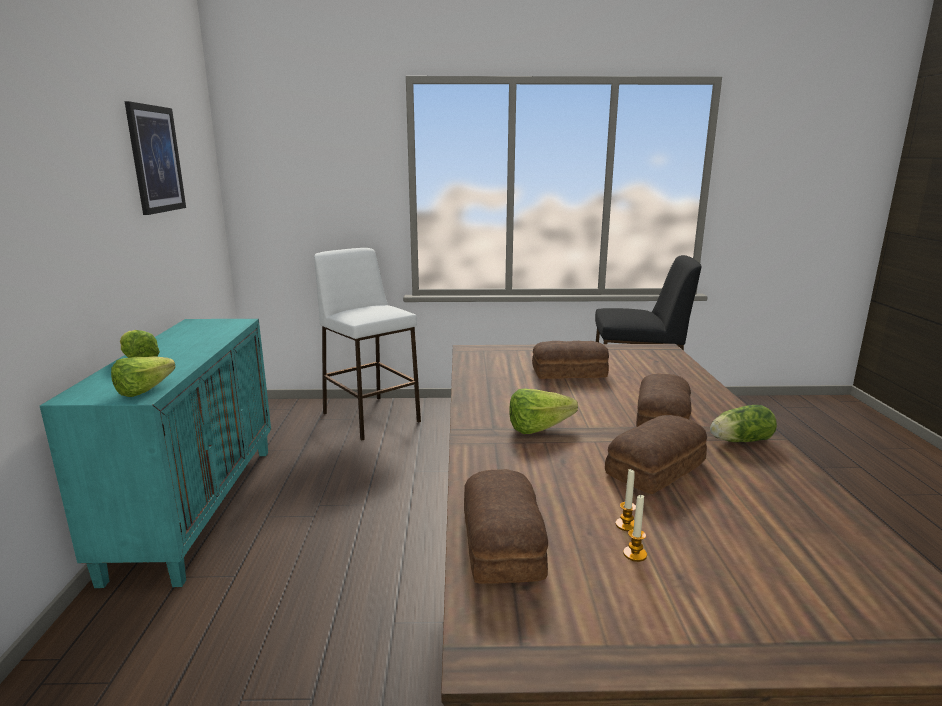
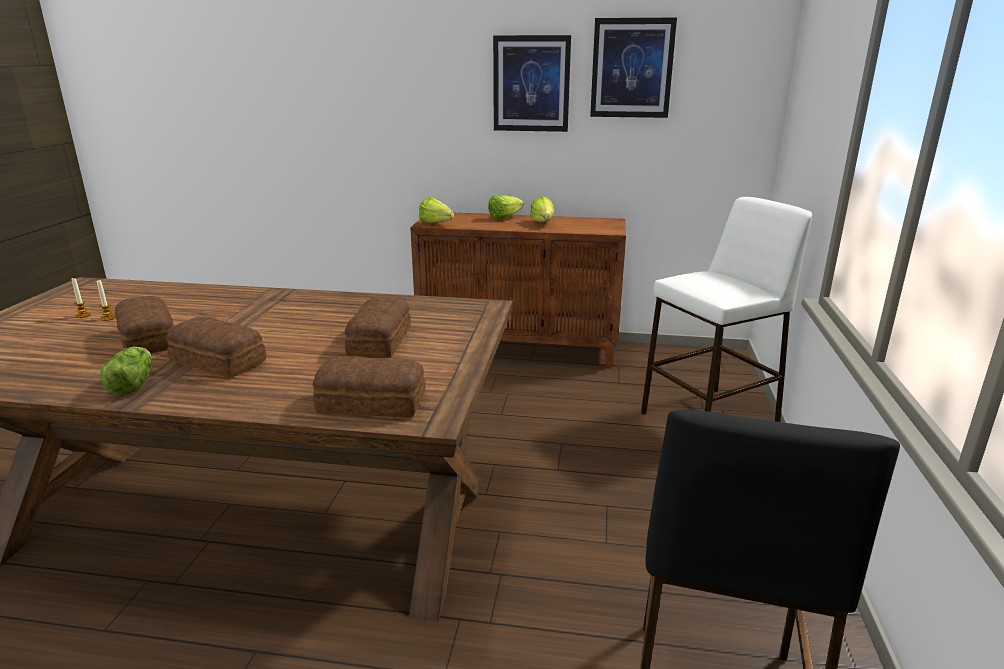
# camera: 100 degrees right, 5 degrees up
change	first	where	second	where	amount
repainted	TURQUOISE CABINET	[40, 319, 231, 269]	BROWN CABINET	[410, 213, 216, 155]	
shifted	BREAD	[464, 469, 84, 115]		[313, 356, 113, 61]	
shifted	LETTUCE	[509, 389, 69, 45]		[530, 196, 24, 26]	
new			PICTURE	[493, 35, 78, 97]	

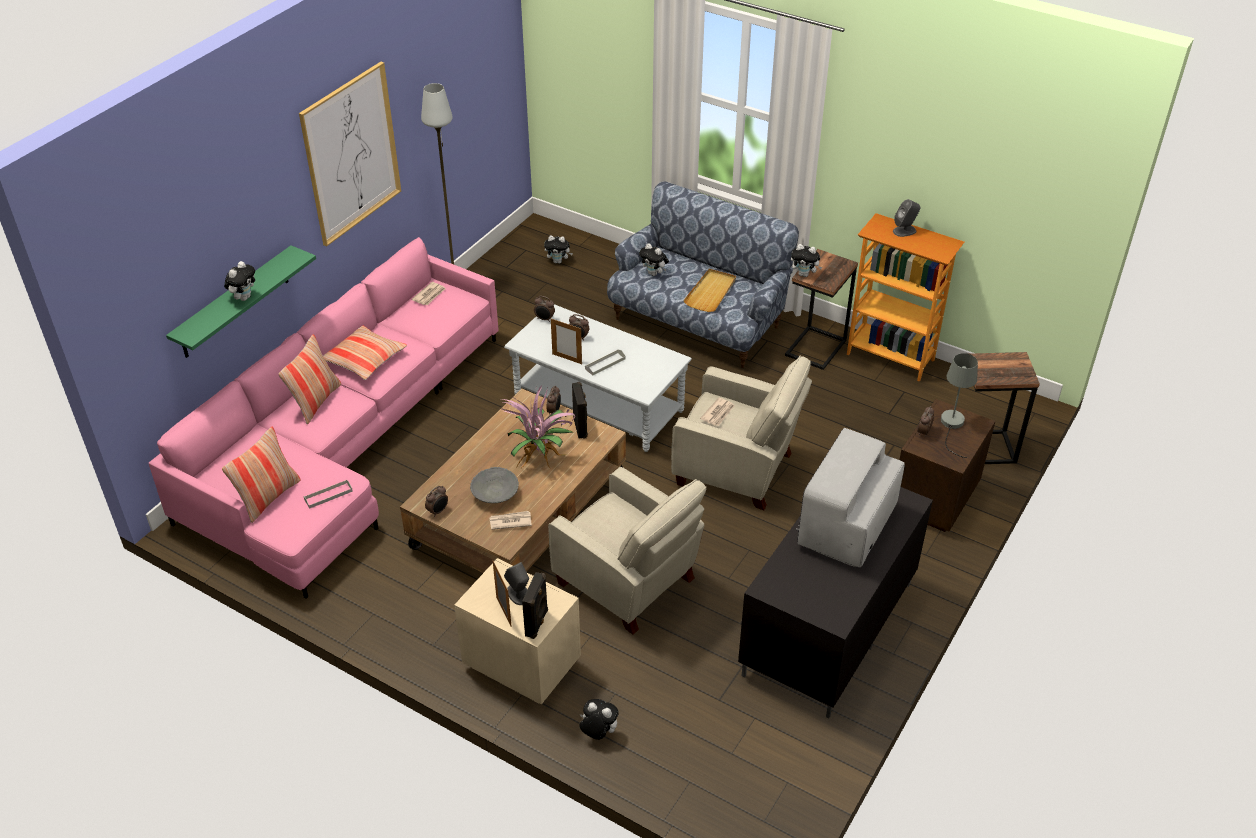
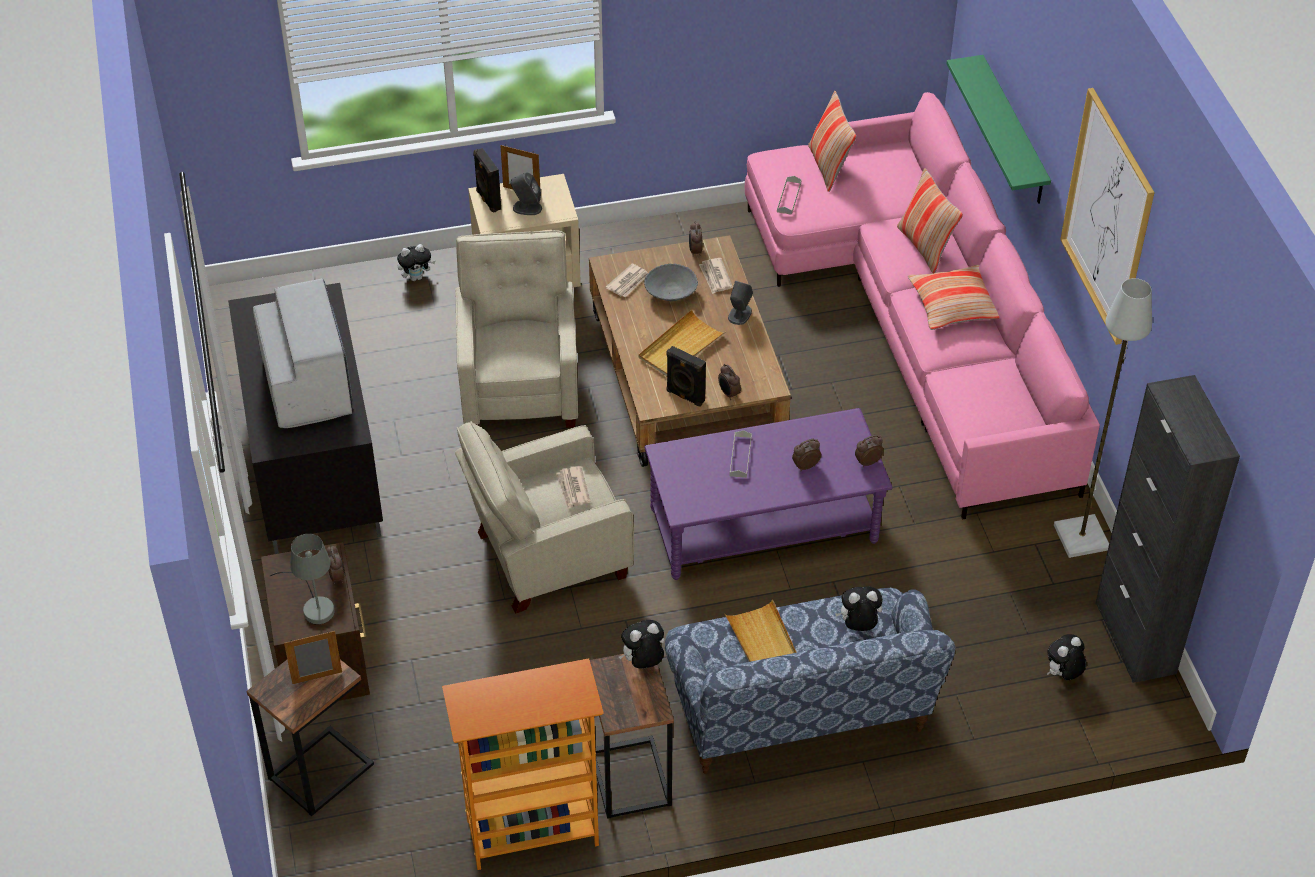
# camera: 135 degrees right, 5 degrees up
change	first	where	second	where	amount
gone	PLUSH TOY	[224, 261, 31, 40]			
shifted	NEWSPAPER	[412, 282, 34, 23]		[699, 258, 34, 36]	
swapped	POTTED PLANT	[500, 384, 75, 85]	BEIGE TRAY	[639, 310, 87, 66]	
repainted	GREY COFFEE TABLE	[504, 304, 188, 148]	PURPLE COFFEE TABLE	[644, 408, 249, 172]	
rotated	BEIGE ARMCHAIR	[548, 467, 159, 168]		[455, 230, 123, 198]	90 degrees clockwise
shifted	PICTURE FRAME	[551, 319, 31, 45]		[284, 631, 58, 53]	
shifted	GREY SPEAKER	[893, 199, 28, 38]		[728, 281, 25, 44]	
new			BLACK CABINET	[1095, 375, 145, 308]	

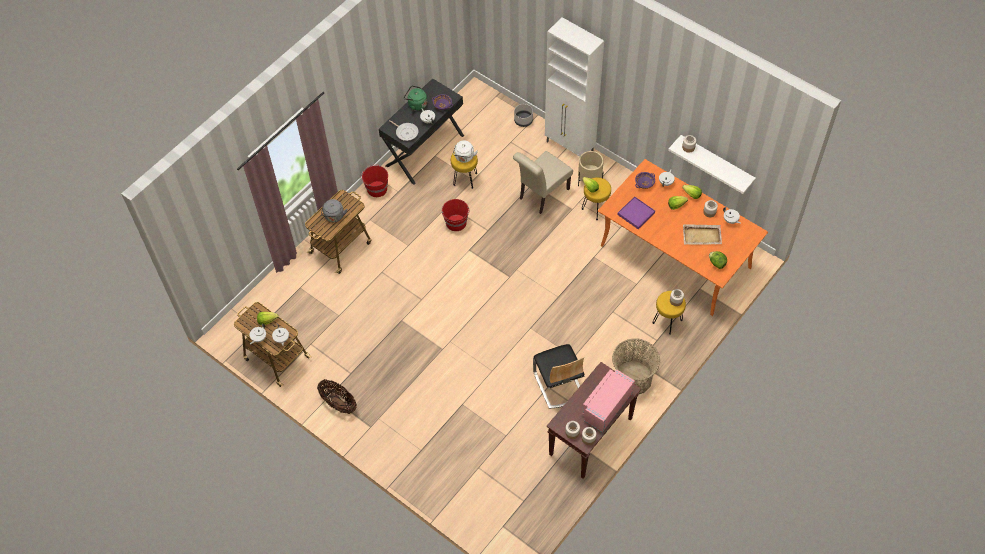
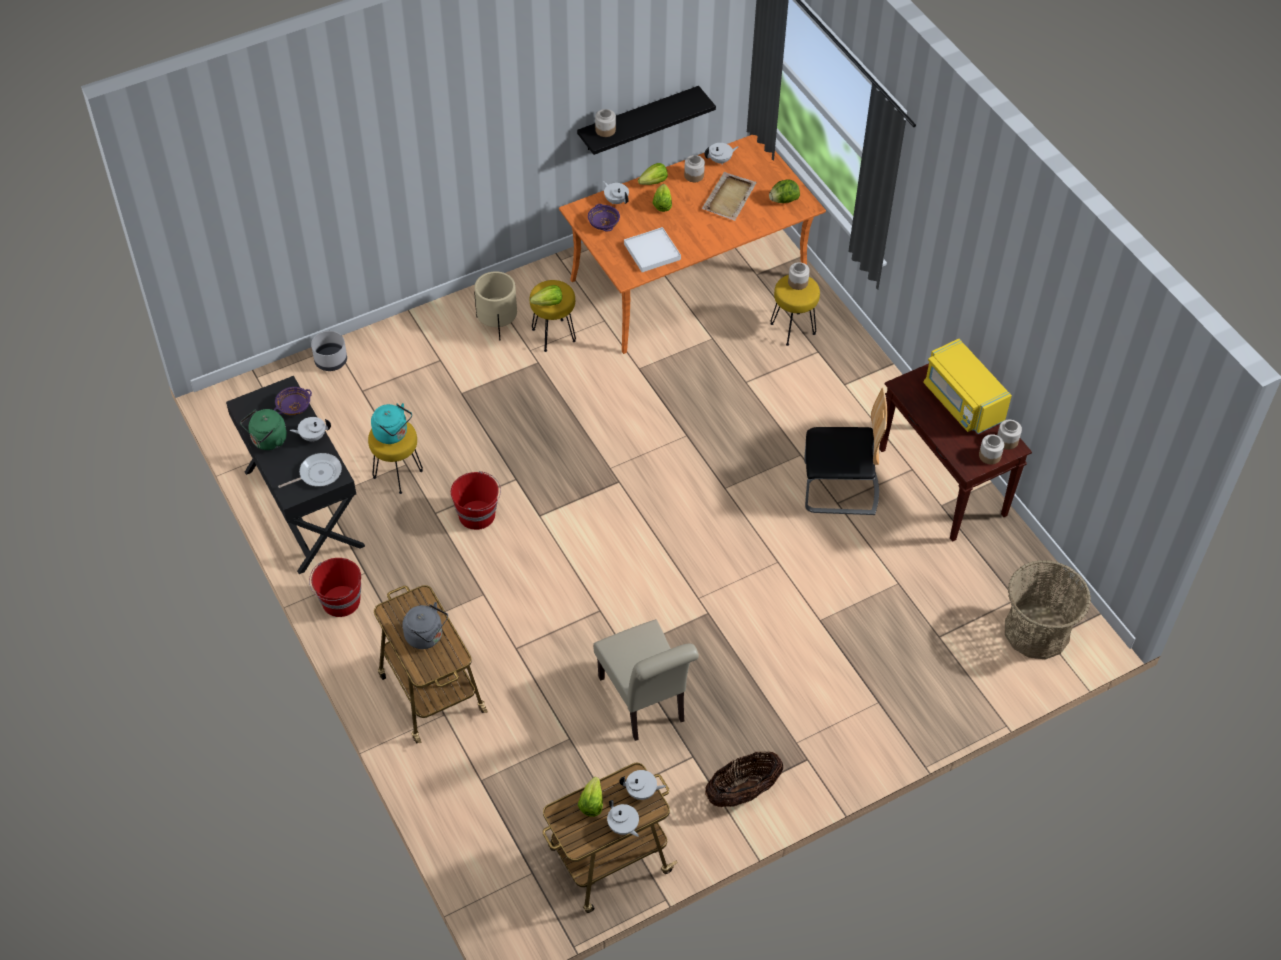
# camera: 70 degrees left, 5 degrees down
change	first	where	second	where	amount
repainted	WHITE KETTLE	[453, 140, 25, 23]	TURQUOISE KETTLE	[371, 403, 41, 41]	
shifted	BEIGE CHAIR	[513, 151, 60, 63]		[593, 619, 106, 122]	
gone	WHITE CABINET	[545, 17, 59, 139]			
repainted	PINK MICROWAVE	[582, 369, 53, 63]	YELLOW MICROWAVE	[923, 339, 89, 95]	
shifted	BASKET	[612, 338, 48, 56]		[1005, 560, 86, 99]	
repainted	PURPLE TRAY	[618, 196, 37, 33]	WHITE TRAY	[624, 227, 57, 45]	
repainted	WHITE SHELF	[668, 135, 88, 59]	BLACK SHELF	[577, 86, 139, 69]	

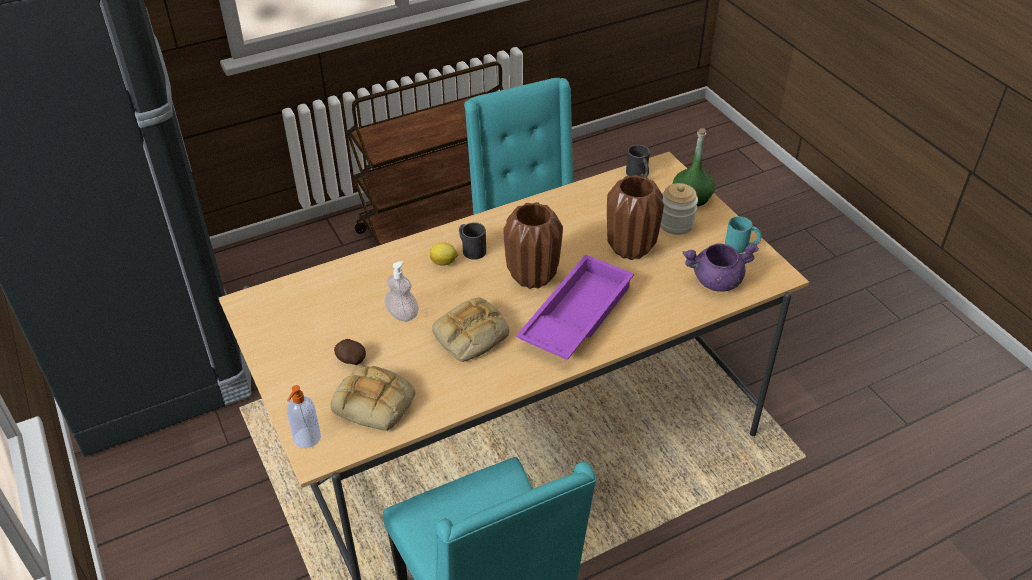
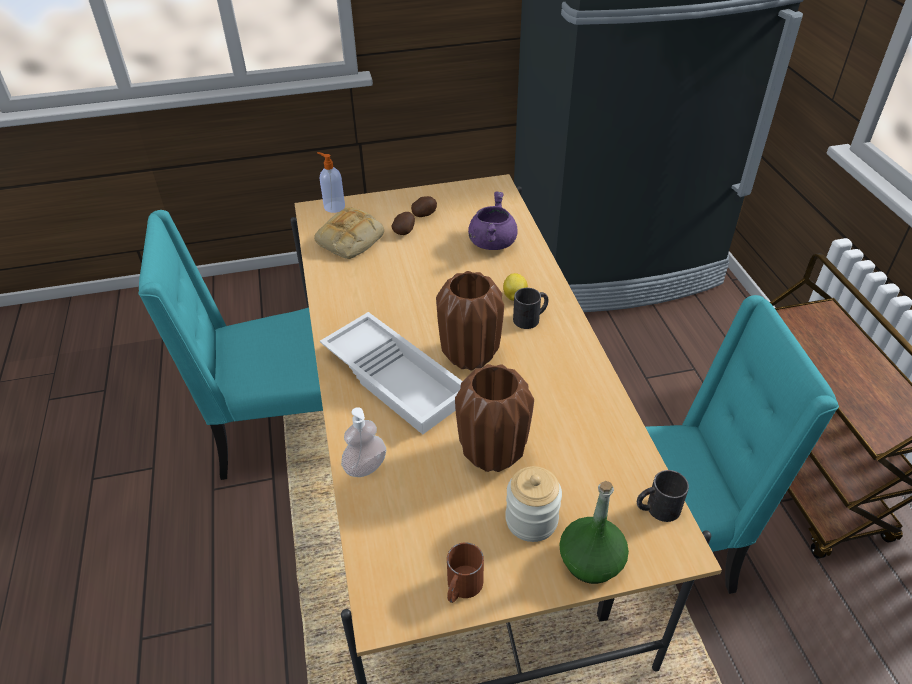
# camera: 105 degrees right, 0 degrees up
change	first	where	second	where	amount
shifted	SOAP DISPENSER	[384, 261, 35, 60]		[341, 407, 45, 70]	
gone	BREAD	[432, 298, 78, 64]			
repainted	PURPLE TRAY	[516, 254, 118, 106]	WHITE TRAY	[320, 312, 143, 123]	
shifted	PURPLE COOKING POT	[683, 243, 76, 49]		[468, 191, 50, 59]	
repainted	TURQUOISE MUG	[725, 216, 36, 37]	BROWN MUG	[447, 542, 37, 61]	
new			POTATO	[411, 196, 26, 21]	

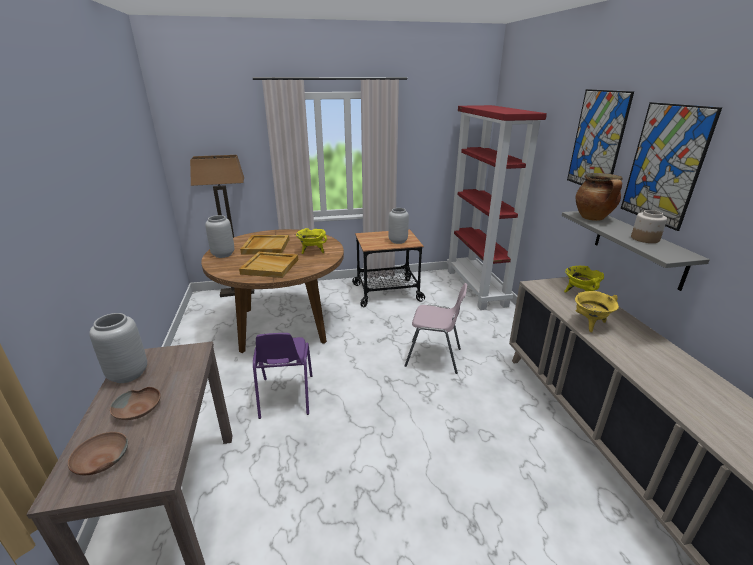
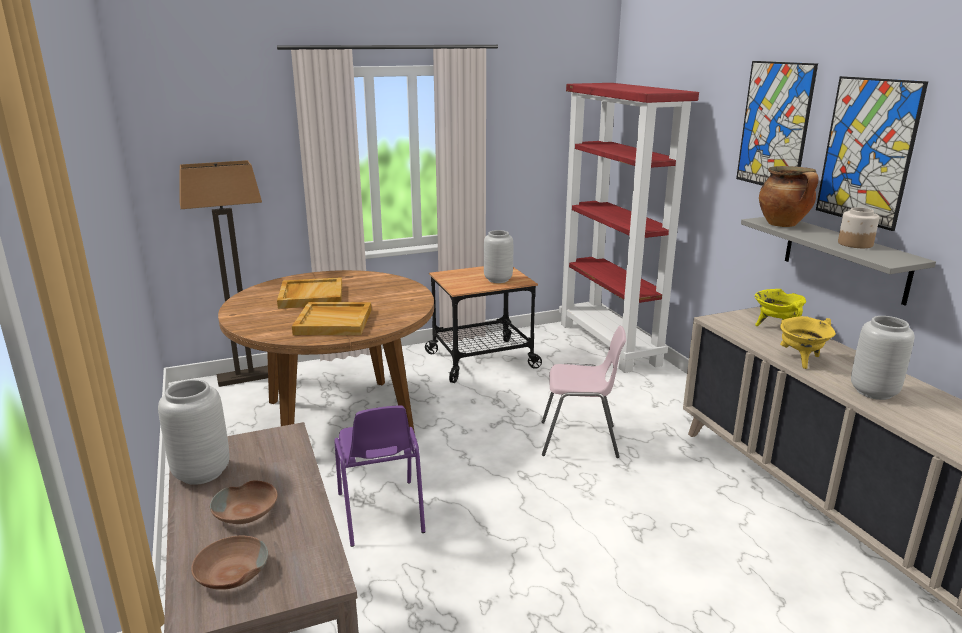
# camera: 10 degrees left, 5 degrees down
change	first	where	second	where	amount
shifted	GREY VASE	[205, 215, 29, 43]		[851, 316, 64, 84]	
gone	YELLOW COOKING POT	[296, 228, 31, 26]			

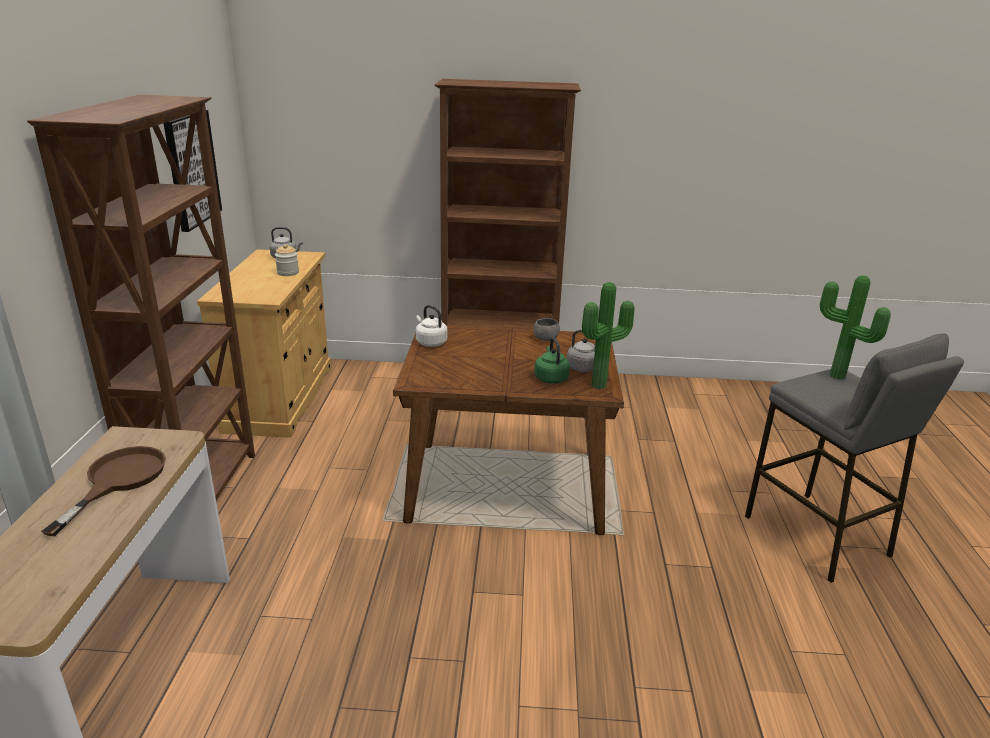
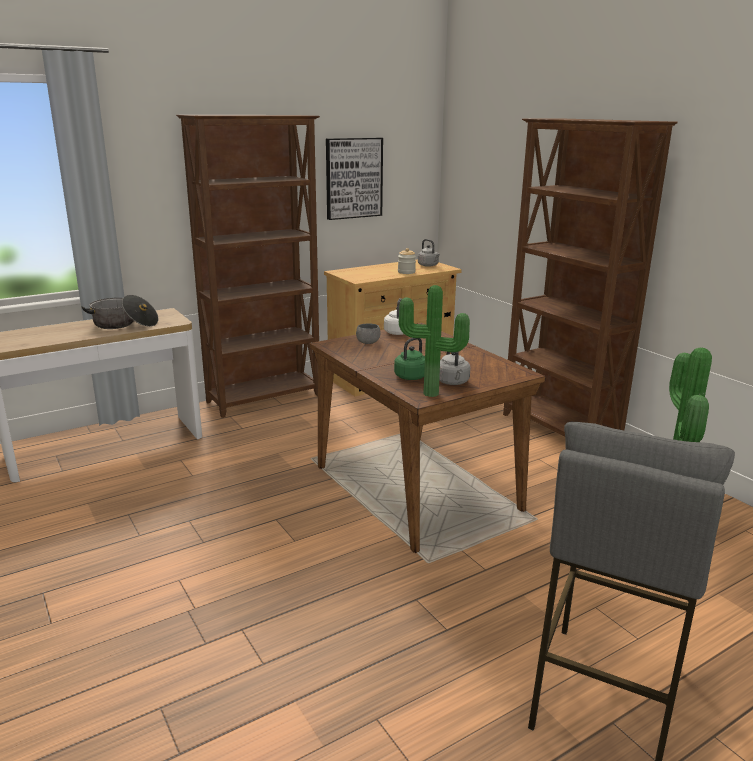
# camera: 55 degrees right, 5 degrees down
change	first	where	second	where	amount
swapped	BROWN FRYING PAN	[41, 446, 125, 90]	COOKING POT	[82, 295, 76, 34]	
shifted	GREY BOWL	[534, 318, 26, 23]		[356, 323, 25, 21]	

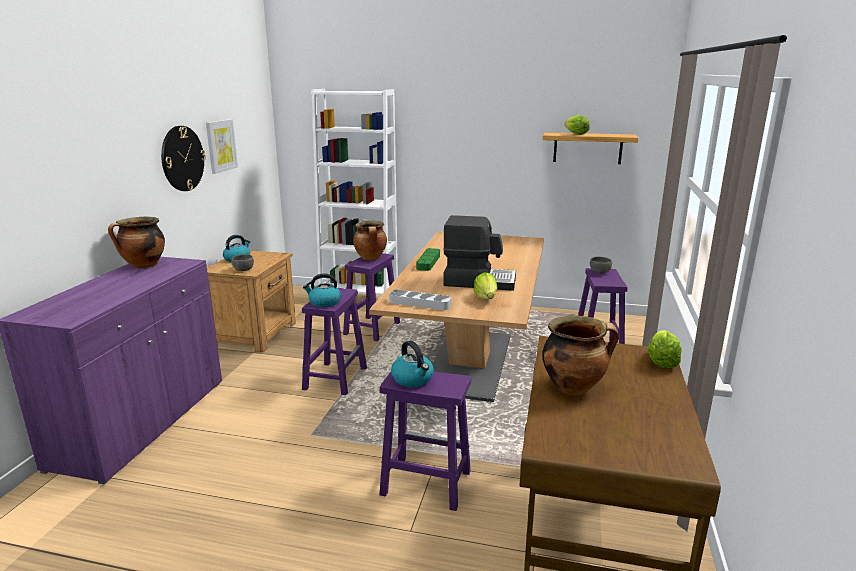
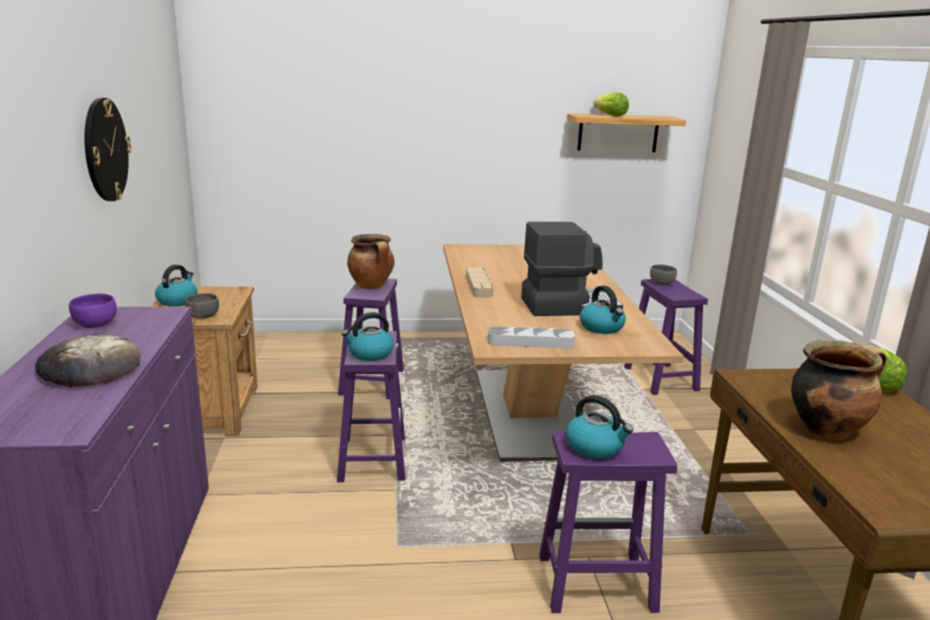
# camera: 20 degrees left, 0 degrees up
change	first	where	second	where	amount
swapped	COOKING POT	[108, 217, 57, 52]	PURPLE BOWL	[69, 294, 48, 34]	
gone	PICTURE	[206, 119, 32, 55]			
gone	WHITE BOOKCASE	[311, 89, 87, 206]			
repainted	GREEN TRAY	[416, 248, 24, 23]	BEIGE TRAY	[466, 267, 27, 31]	
swapped	LETTUCE	[473, 272, 24, 28]	KETTLE	[580, 285, 46, 49]	
new			BREAD	[35, 334, 106, 53]	

